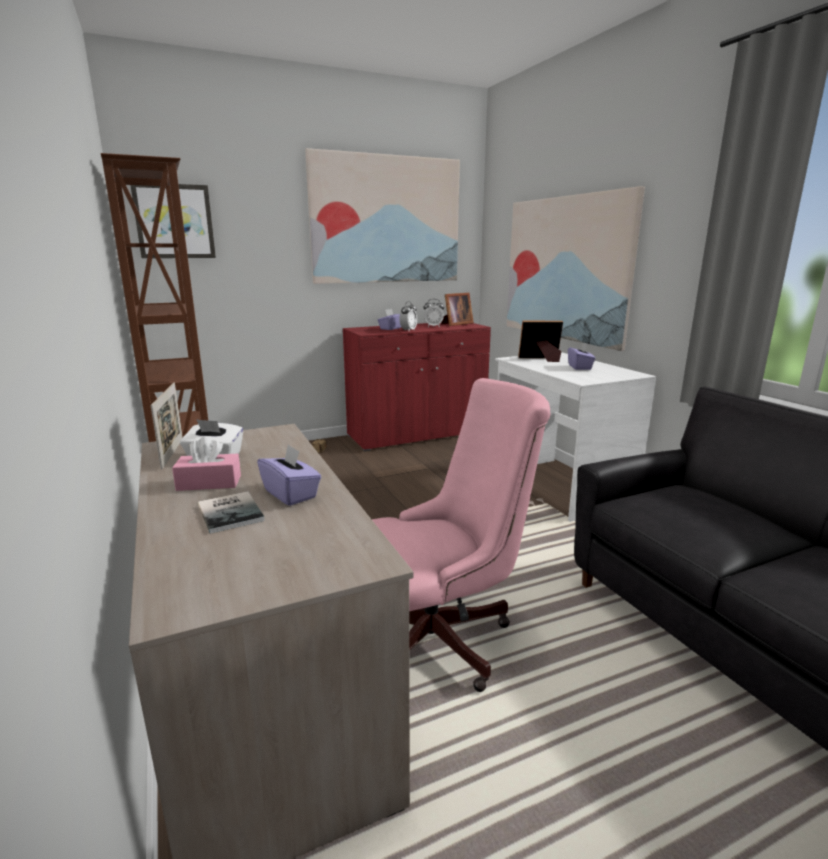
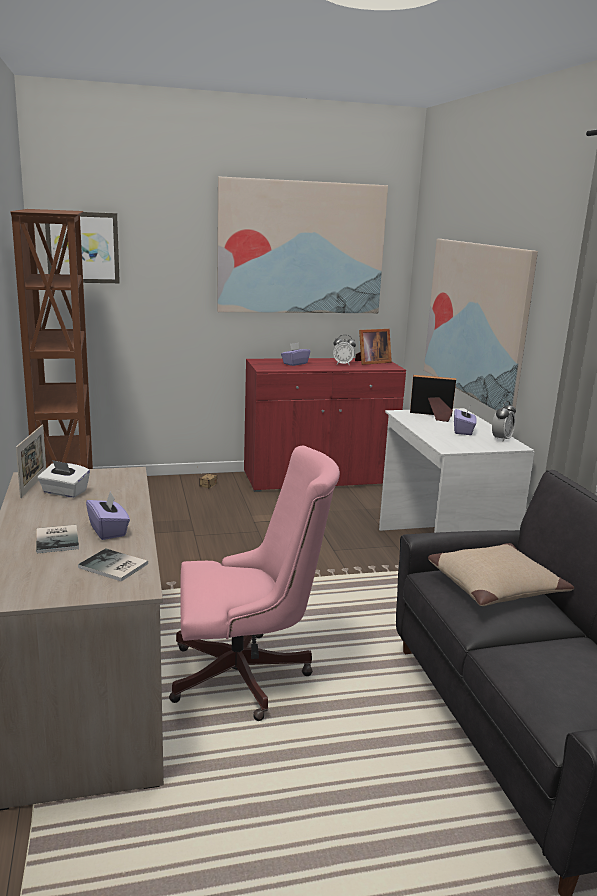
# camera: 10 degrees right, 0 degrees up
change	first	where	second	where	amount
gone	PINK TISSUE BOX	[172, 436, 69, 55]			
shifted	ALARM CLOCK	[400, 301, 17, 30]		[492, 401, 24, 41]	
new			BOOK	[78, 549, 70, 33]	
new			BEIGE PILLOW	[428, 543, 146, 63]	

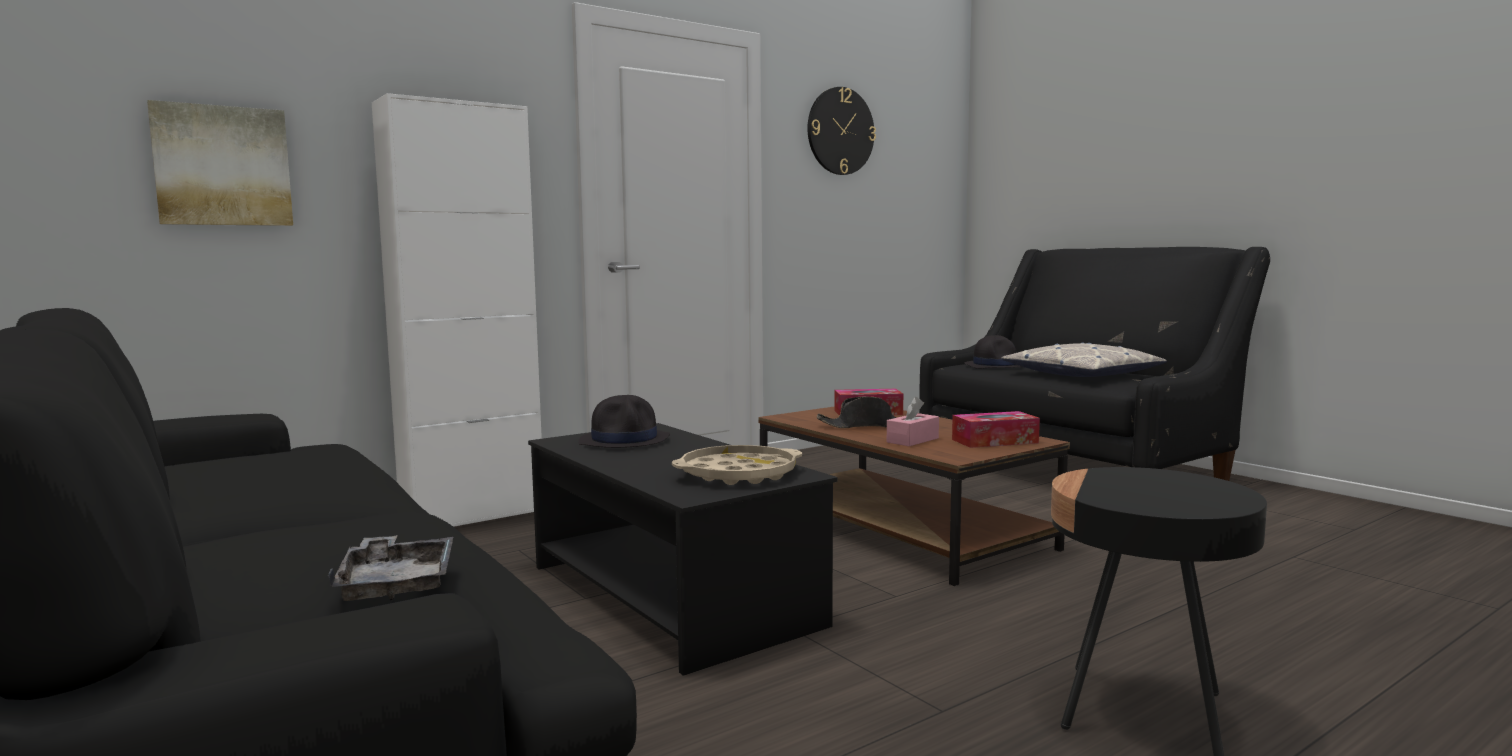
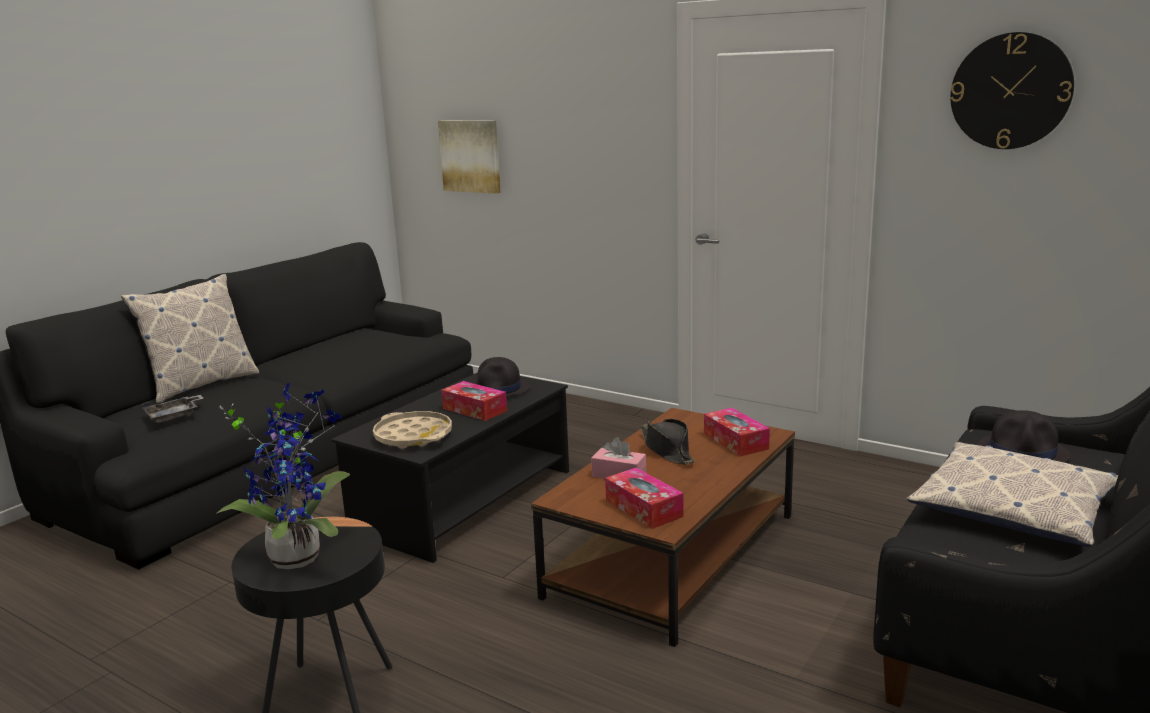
# camera: 70 degrees right, 10 degrees up
change	first	where	second	where	amount
gone	WHITE CABINET	[372, 93, 170, 434]			
new			PILLOW	[121, 274, 138, 130]	
new			POTTED PLANT	[216, 383, 134, 186]	
new			TISSUE BOX	[441, 381, 66, 40]	

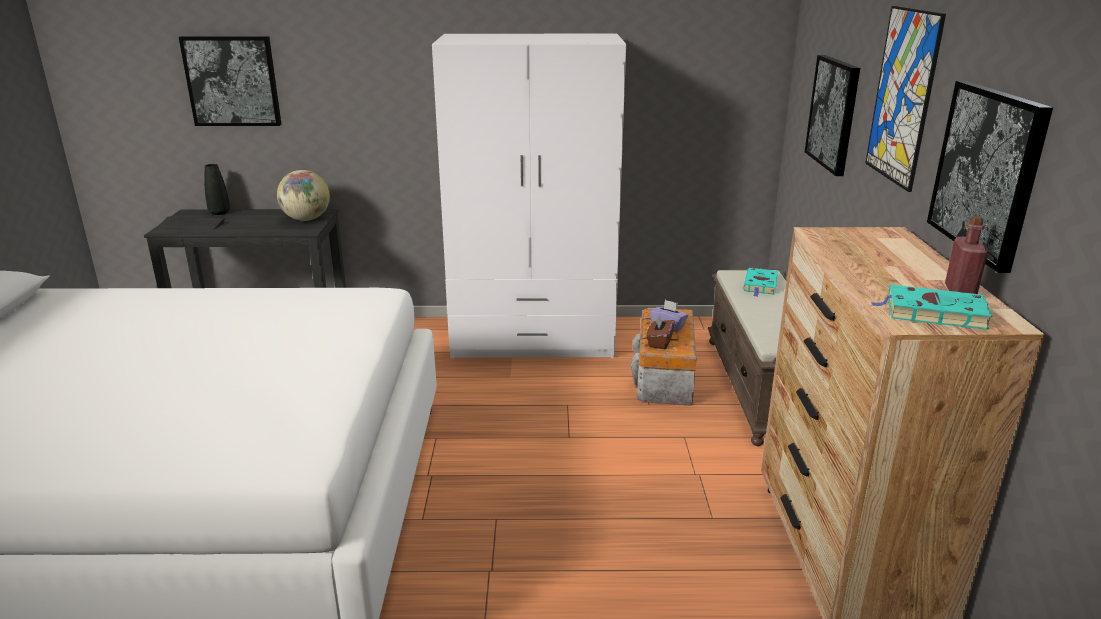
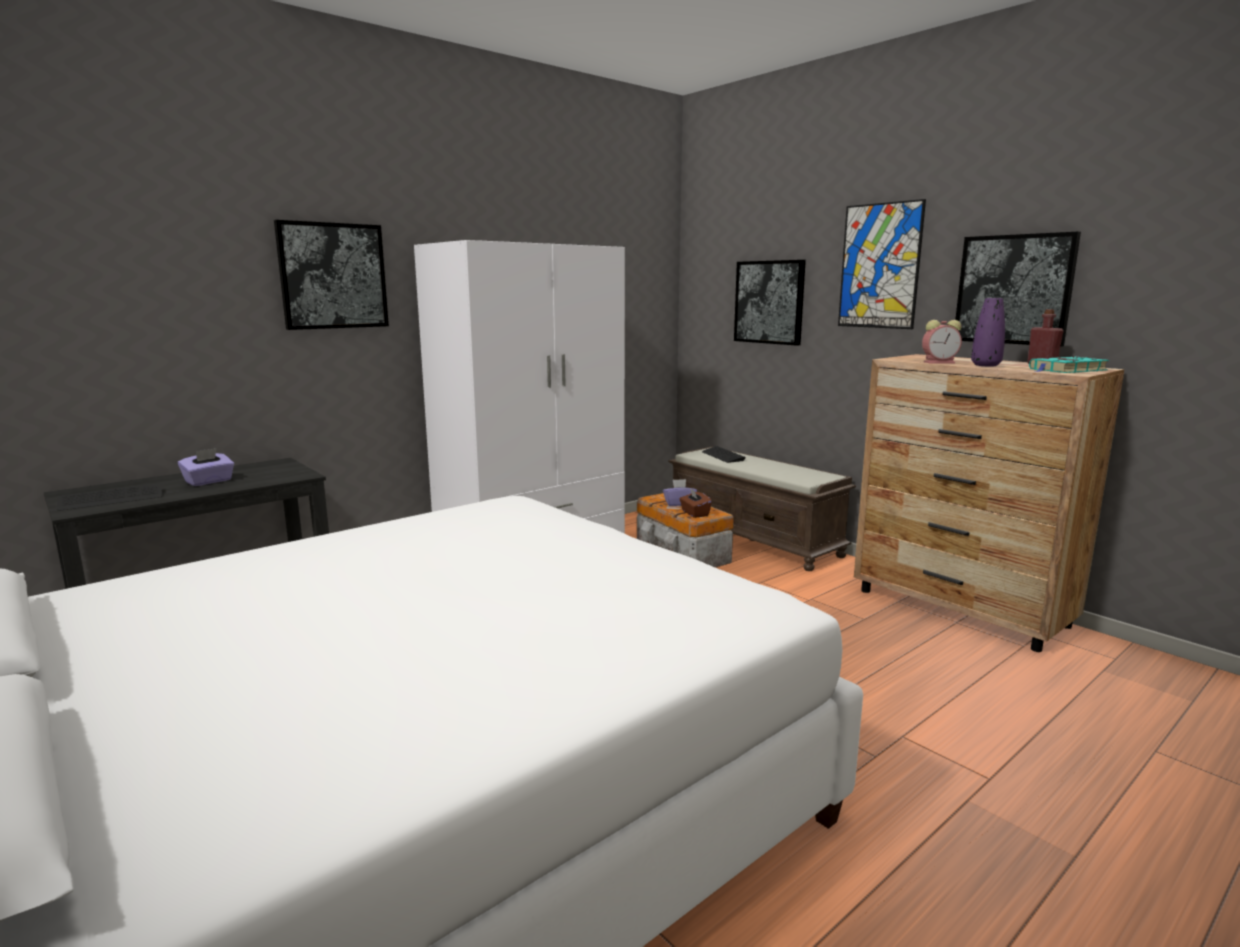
# camera: 40 degrees left, 10 degrees down
change	first	where	second	where	amount
shifted	PICTURE	[179, 36, 103, 90]		[274, 220, 115, 110]	
gone	BLACK VASE	[204, 164, 26, 51]			
gone	GLOBE	[277, 170, 53, 51]			
swapped	TURQUOISE BOOK	[743, 268, 35, 29]	KEYBOARD	[702, 446, 44, 17]	
new			PURPLE TISSUE BOX	[178, 448, 56, 38]	
new			ALARM CLOCK	[922, 320, 40, 43]	
new			PURPLE VASE	[971, 298, 34, 69]	

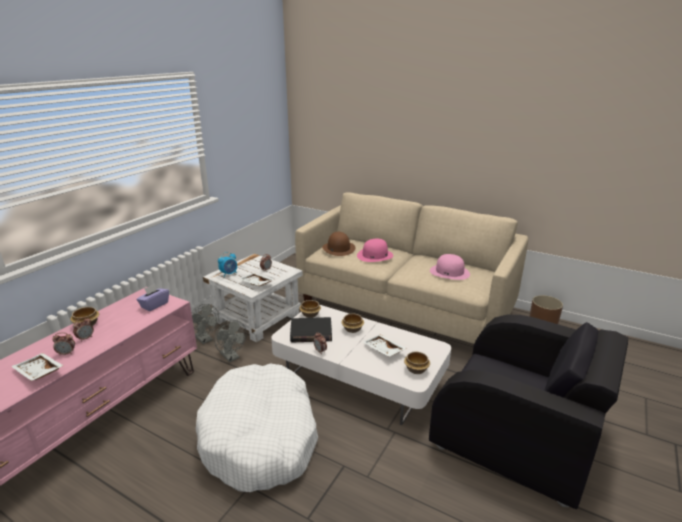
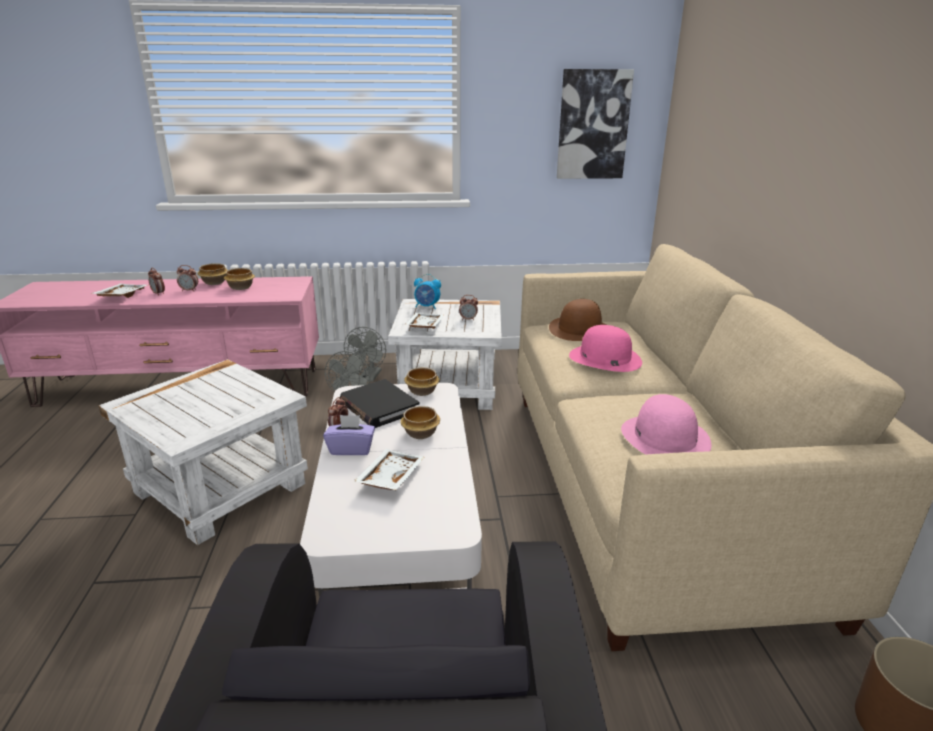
# camera: 55 degrees right, 0 degrees up
change	first	where	second	where	amount
shifted	PURPLE TISSUE BOX	[137, 284, 32, 27]		[323, 415, 52, 40]	
swapped	WHITE DOG BED	[196, 363, 122, 129]	WHITE SIDE TABLE	[98, 359, 210, 186]	
shifted	BOWL	[404, 352, 26, 22]		[224, 268, 31, 22]	
new			PICTURE	[557, 69, 77, 110]	

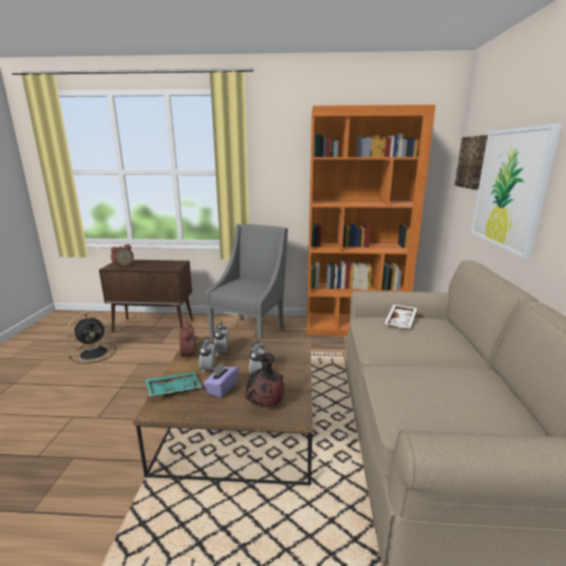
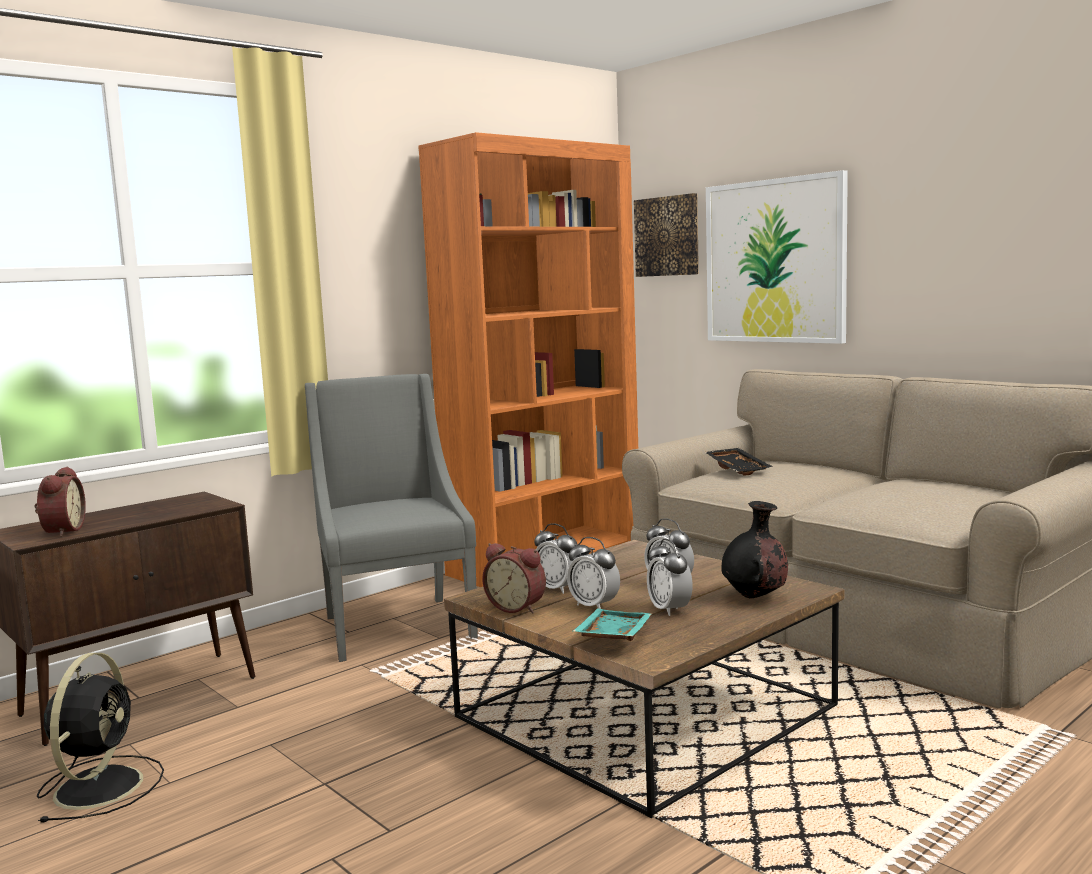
# camera: 45 degrees left, 10 degrees down
change	first	where	second	where	amount
swapped	PURPLE TISSUE BOX	[203, 362, 36, 36]	ALARM CLOCK	[647, 539, 45, 77]	
repainted	WHITE TRAY	[384, 304, 33, 24]	BLACK TRAY	[705, 448, 68, 28]	

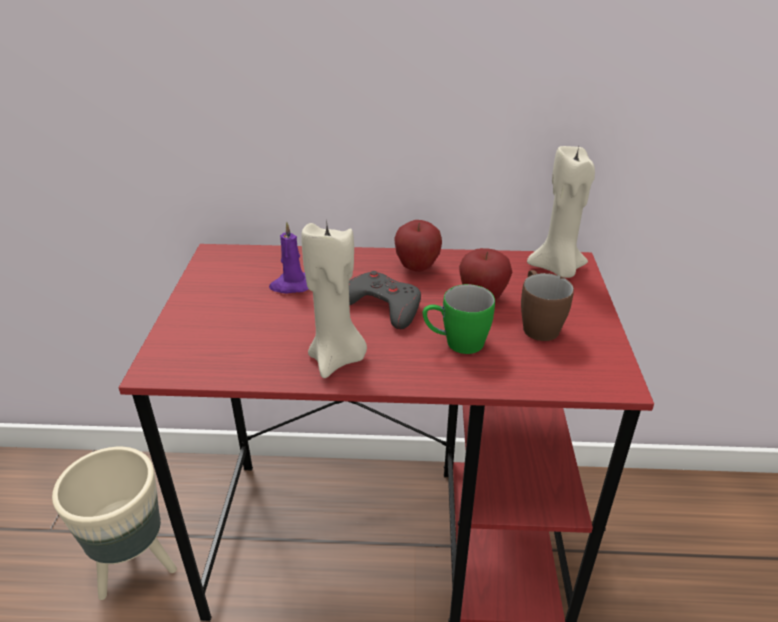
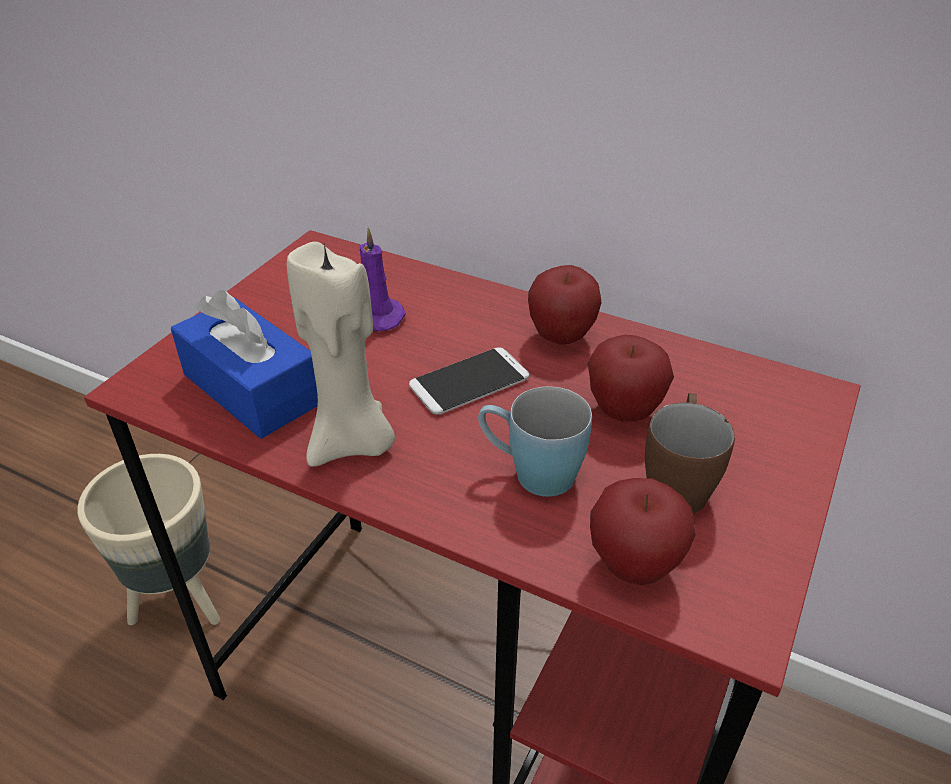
# camera: 25 degrees right, 5 degrees up
change	first	where	second	where	amount
swapped	GREY GAME CONTROLLER	[349, 271, 72, 58]	PHONE	[409, 347, 120, 68]	
repainted	GREEN MUG	[423, 284, 72, 70]	BLUE MUG	[478, 386, 114, 111]	
gone	BEIGE CANDLE	[527, 146, 68, 132]			
new			BLUE TISSUE BOX	[171, 290, 147, 149]	
new			APPLE	[590, 478, 105, 107]	

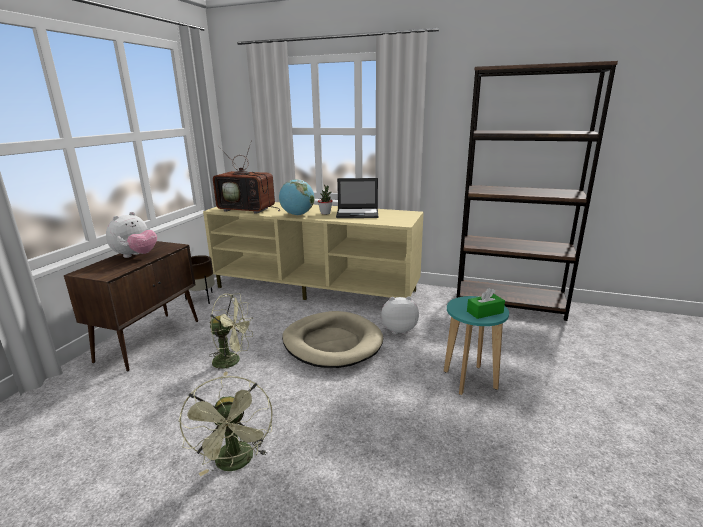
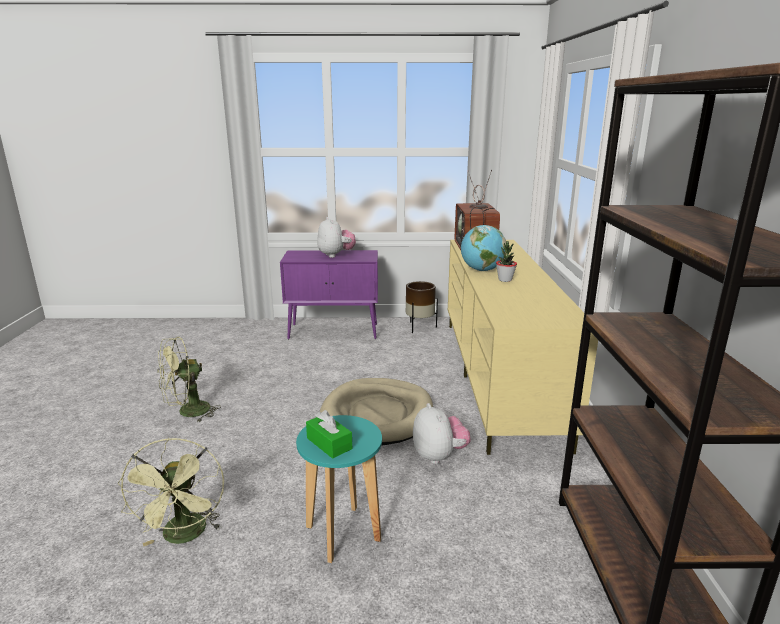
# camera: 70 degrees right, 0 degrees up
change	first	where	second	where	amount
repainted	BROWN CABINET	[64, 241, 134, 130]	PURPLE CABINET	[280, 250, 98, 90]	
rotated	PLUSH TOY	[106, 212, 51, 46]		[317, 217, 39, 41]	120 degrees counterclockwise
shifted	GREEN FAN	[209, 293, 44, 83]		[118, 438, 106, 109]	
gone	LAPTOP	[336, 178, 42, 40]			

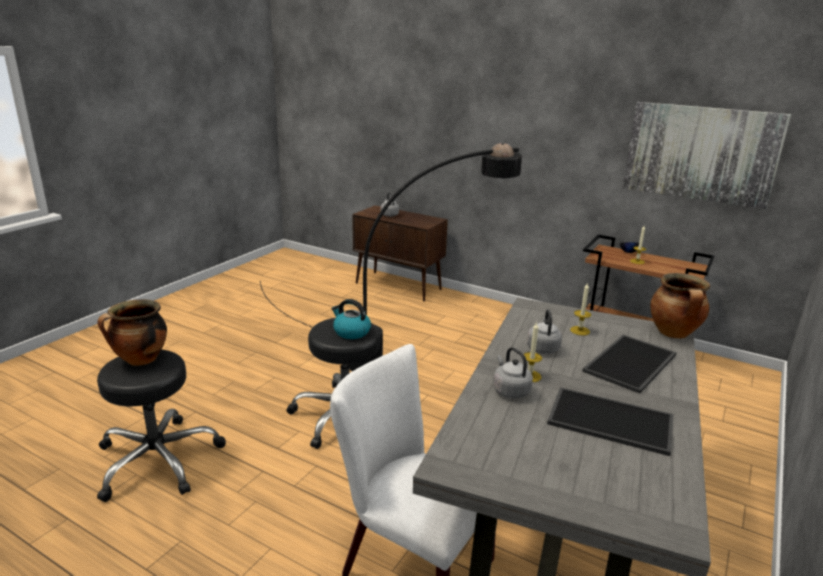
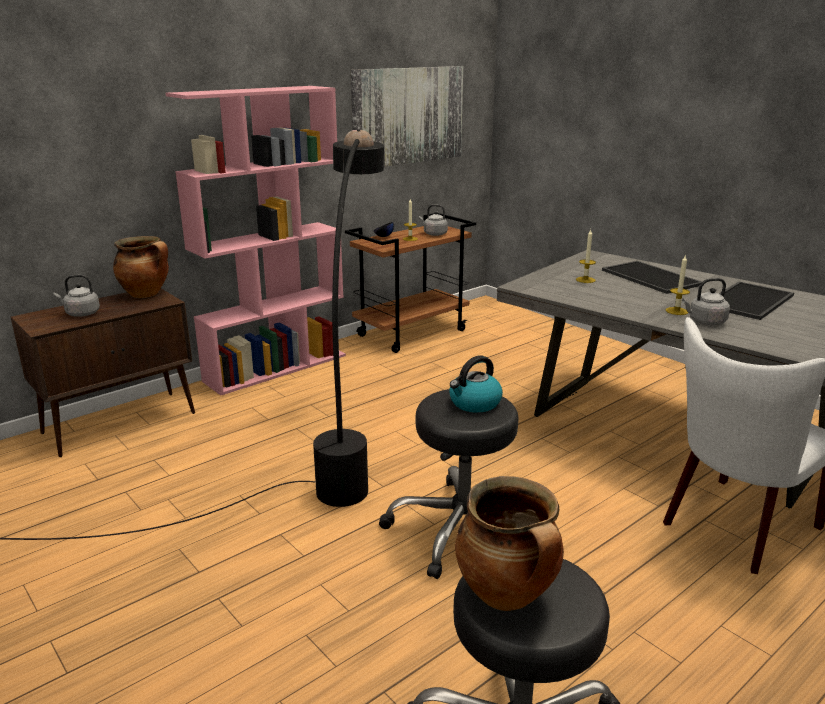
# camera: 70 degrees left, 0 degrees up
change	first	where	second	where	amount
shifted	GREY KETTLE	[527, 309, 35, 45]		[419, 204, 29, 32]	
shifted	COOKING POT	[650, 273, 60, 65]		[113, 236, 56, 62]	
new			PINK BOOKCASE	[166, 86, 180, 310]	

